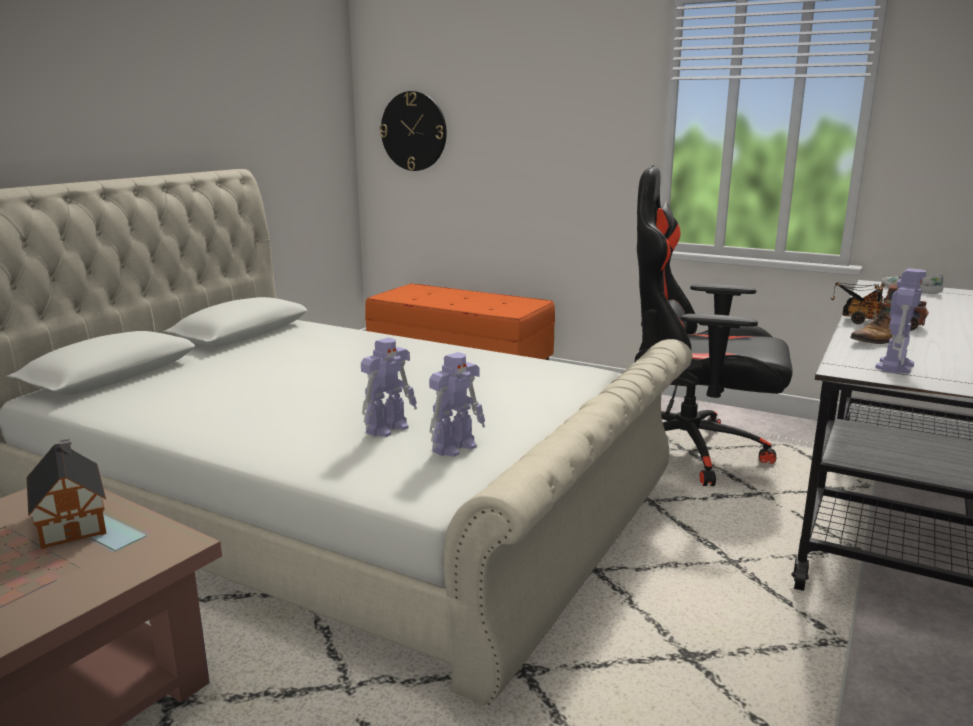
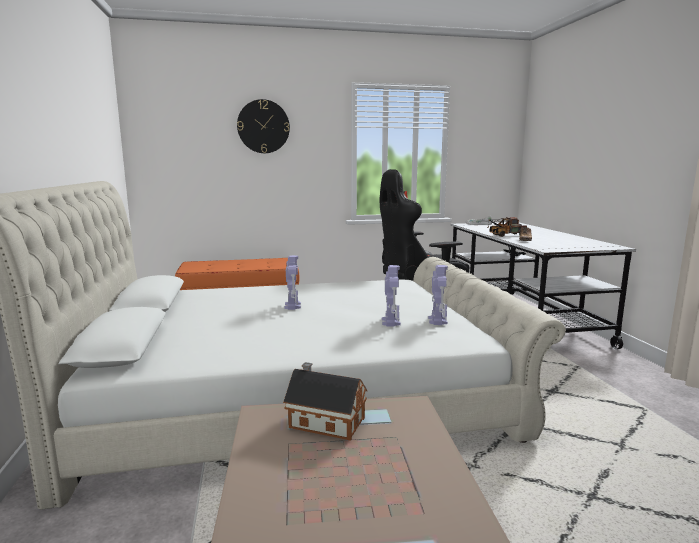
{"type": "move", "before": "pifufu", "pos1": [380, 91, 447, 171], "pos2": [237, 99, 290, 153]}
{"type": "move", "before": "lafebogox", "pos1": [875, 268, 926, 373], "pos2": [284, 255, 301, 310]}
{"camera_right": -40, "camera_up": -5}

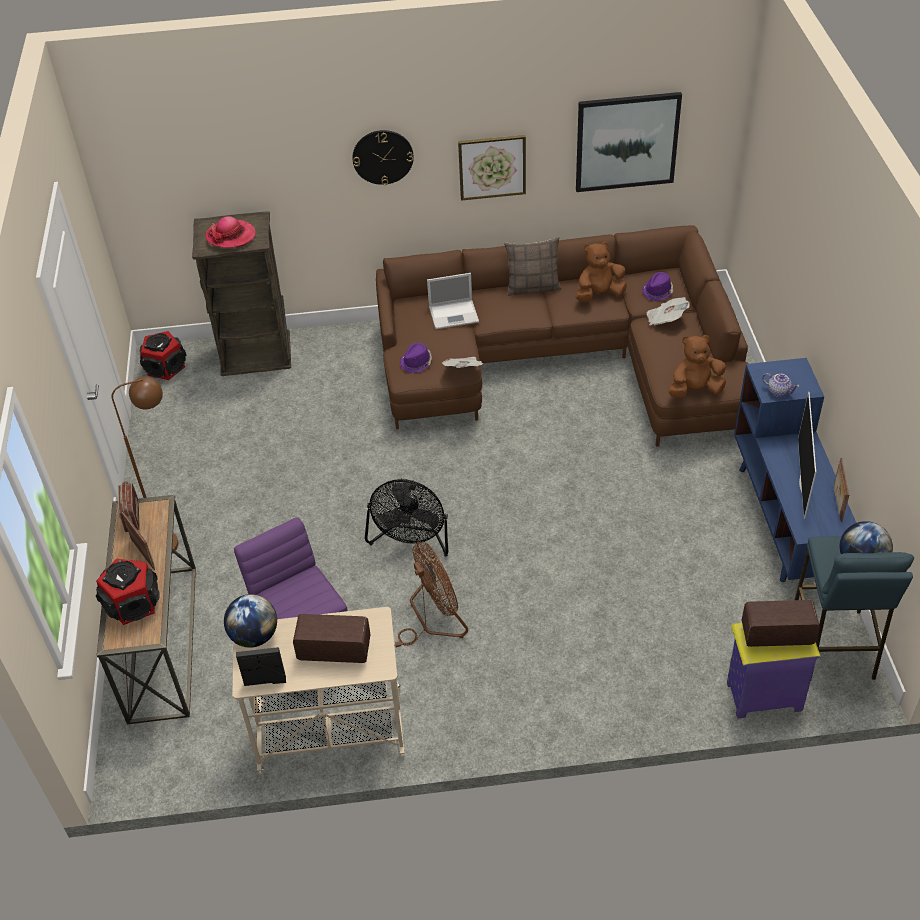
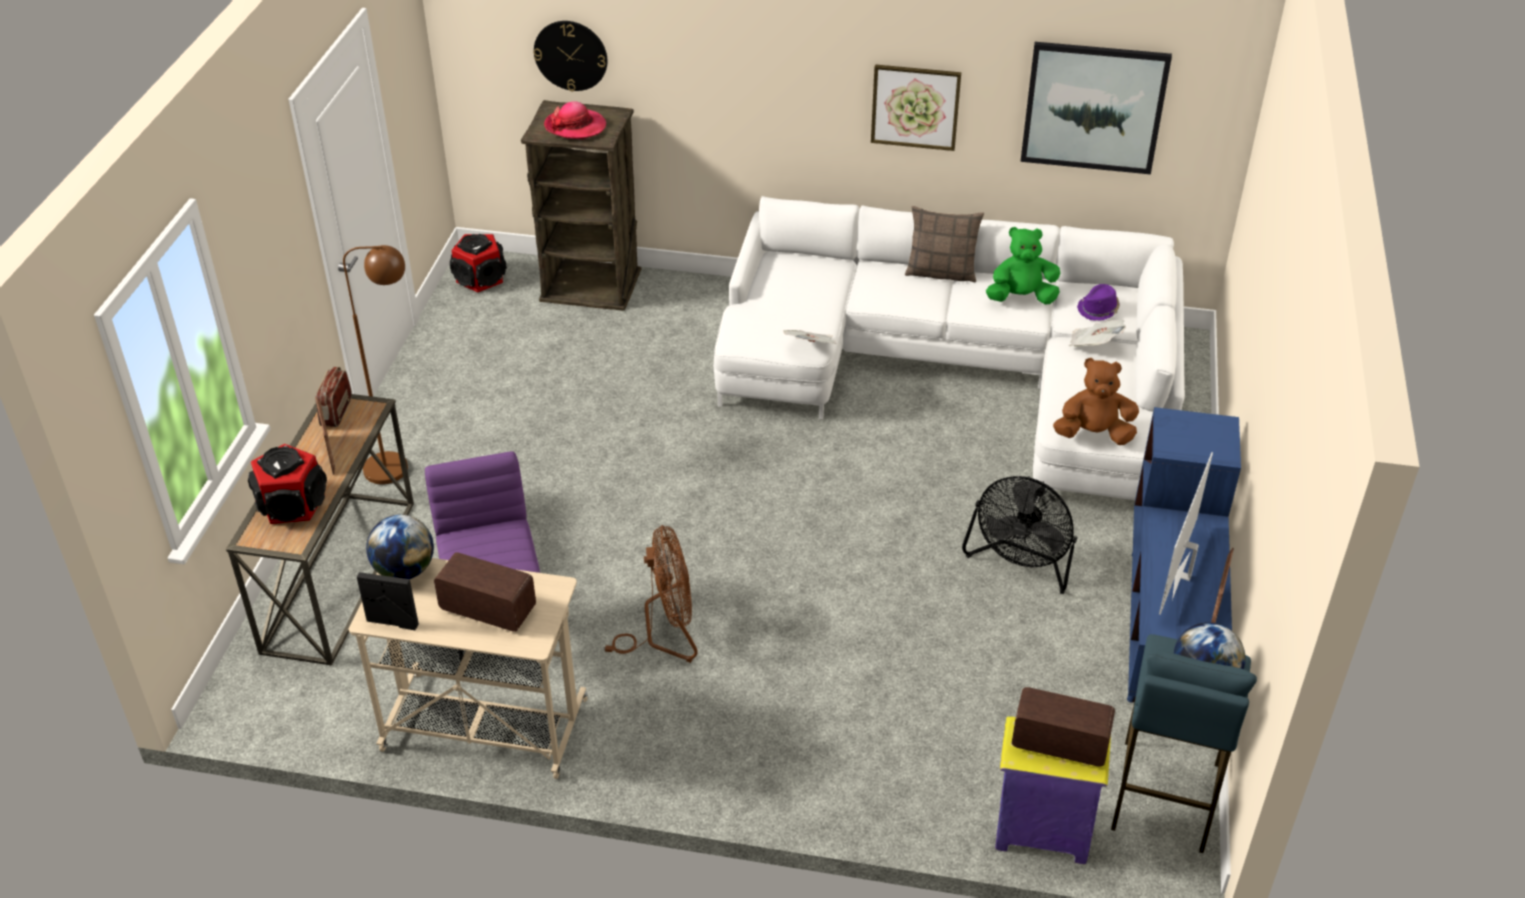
{"type": "move", "before": "pifufu", "pos1": [353, 130, 414, 185], "pos2": [533, 21, 608, 91]}
{"type": "recolor", "before": "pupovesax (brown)", "after": "pupovesax (white)", "pos1": [376, 226, 748, 447], "pos2": [713, 196, 1185, 502]}
{"type": "recolor", "before": "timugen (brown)", "after": "timugen (green)", "pos1": [576, 241, 627, 302], "pos2": [986, 227, 1060, 305]}
{"type": "delete", "before": "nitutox", "pos1": [427, 273, 479, 329]}
{"type": "delete", "before": "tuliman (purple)", "pos1": [400, 343, 432, 373]}
{"type": "delete", "before": "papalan", "pos1": [762, 373, 799, 397]}
{"type": "move", "before": "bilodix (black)", "pos1": [365, 478, 448, 556], "pos2": [962, 476, 1077, 594]}
{"camera_right": 15, "camera_up": -5}

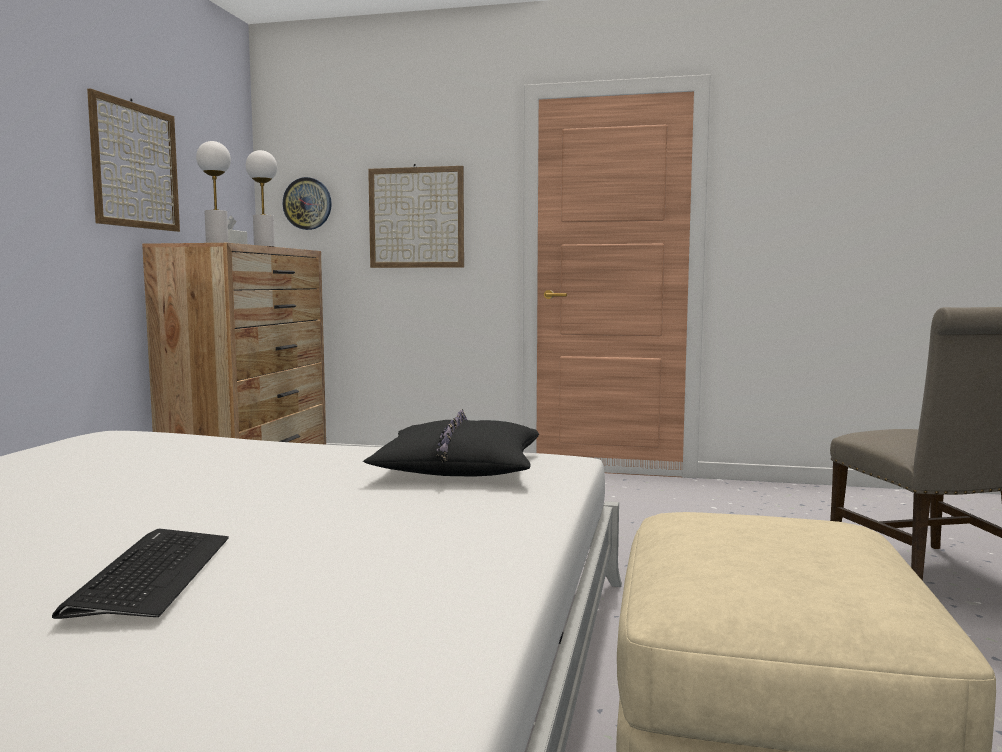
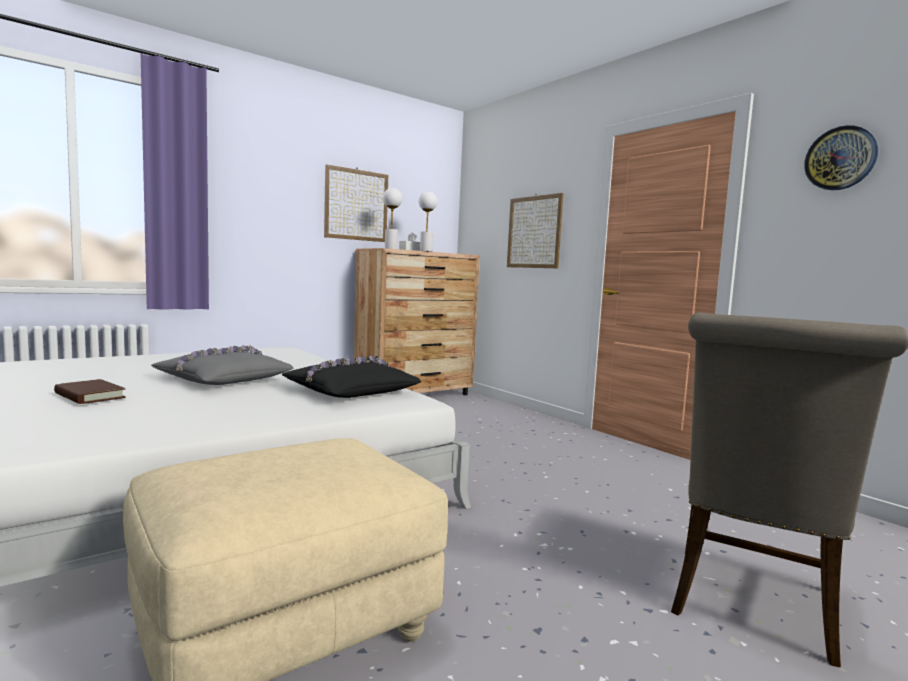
{"type": "move", "before": "pifufu", "pos1": [283, 177, 332, 230], "pos2": [804, 125, 878, 190]}
{"type": "replace", "before": "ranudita", "after": "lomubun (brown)", "pos1": [52, 529, 229, 619], "pos2": [54, 379, 126, 404]}
{"type": "insert", "after": "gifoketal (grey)", "pos2": [151, 345, 293, 385]}
{"camera_right": 40, "camera_up": 0}

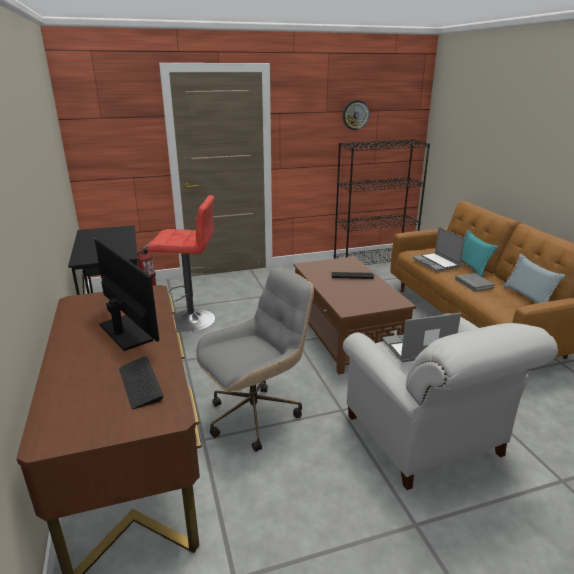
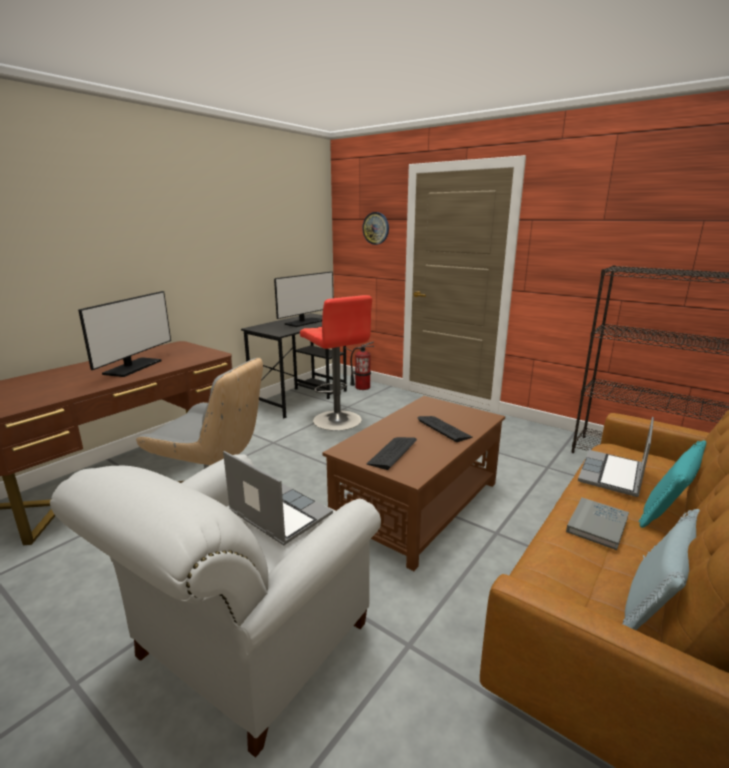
{"type": "move", "before": "pifufu", "pos1": [343, 100, 369, 130], "pos2": [362, 212, 389, 245]}
{"type": "move", "before": "ranudita", "pos1": [119, 356, 164, 409], "pos2": [367, 437, 417, 470]}
{"type": "insert", "after": "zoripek", "pos2": [274, 271, 333, 327]}
{"camera_right": 55, "camera_up": -5}

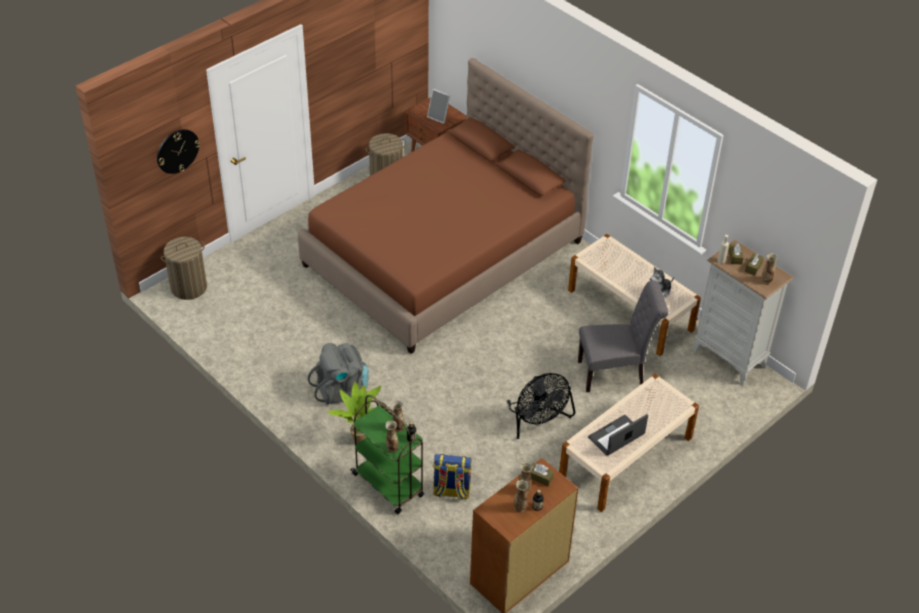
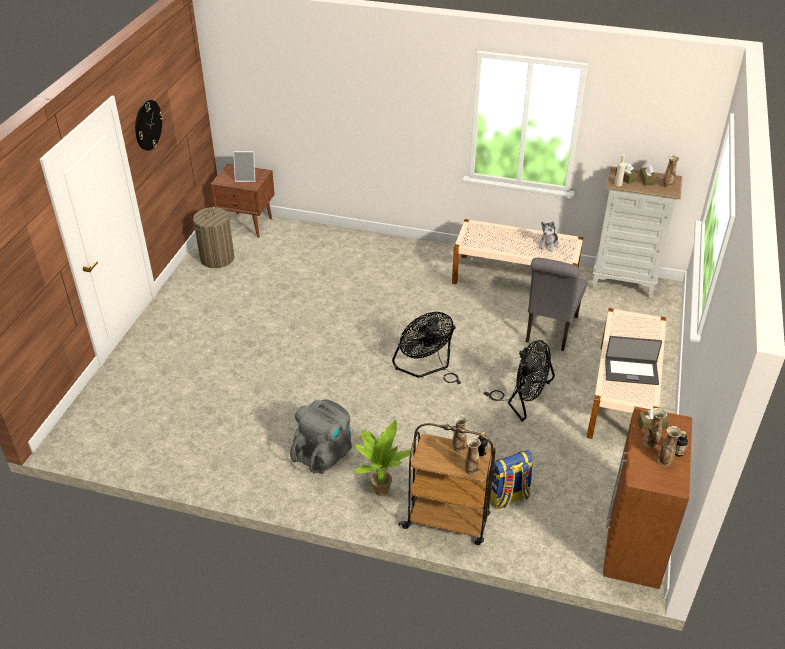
{"type": "delete", "before": "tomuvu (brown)", "pos1": [298, 58, 593, 354]}
{"type": "move", "before": "pifufu", "pos1": [157, 129, 200, 174], "pos2": [135, 100, 163, 151]}
{"type": "delete", "before": "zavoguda", "pos1": [161, 237, 207, 300]}
{"type": "rotate", "before": "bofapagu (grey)", "pos1": [578, 281, 668, 392], "pos2": [526, 258, 587, 351], "turn": 150}
{"type": "recolor", "before": "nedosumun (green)", "after": "nedosumun (brown)", "pos1": [349, 395, 424, 514], "pos2": [398, 423, 496, 545]}
{"type": "rotate", "before": "nitutox", "pos1": [588, 414, 648, 456], "pos2": [605, 336, 662, 385], "turn": -105}
{"type": "insert", "after": "bilodix (black)", "pos2": [392, 312, 461, 384]}
{"camera_right": -30, "camera_up": -5}

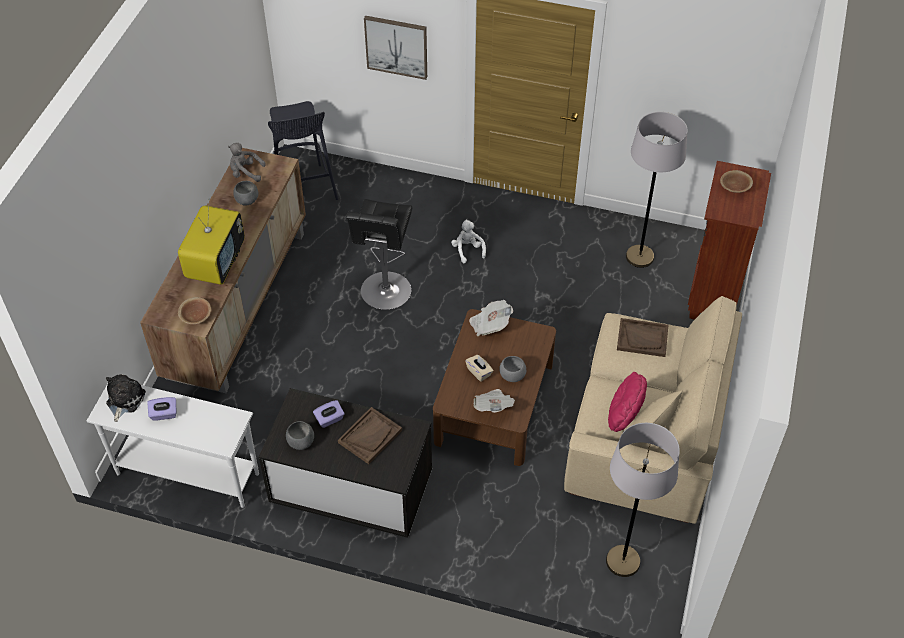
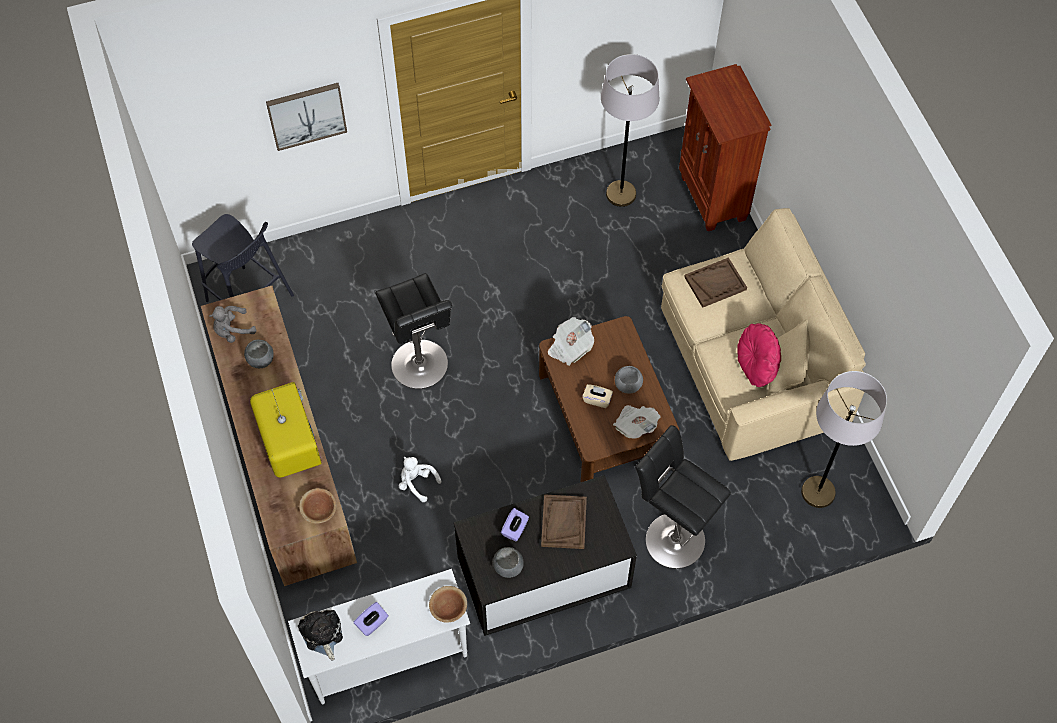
{"type": "move", "before": "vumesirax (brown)", "pos1": [720, 170, 753, 193], "pos2": [429, 586, 467, 623]}
{"type": "move", "before": "timugen (white)", "pos1": [451, 219, 486, 263], "pos2": [399, 457, 441, 502]}
{"type": "insert", "after": "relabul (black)", "pos2": [635, 425, 731, 568]}
{"camera_right": -35, "camera_up": 10}

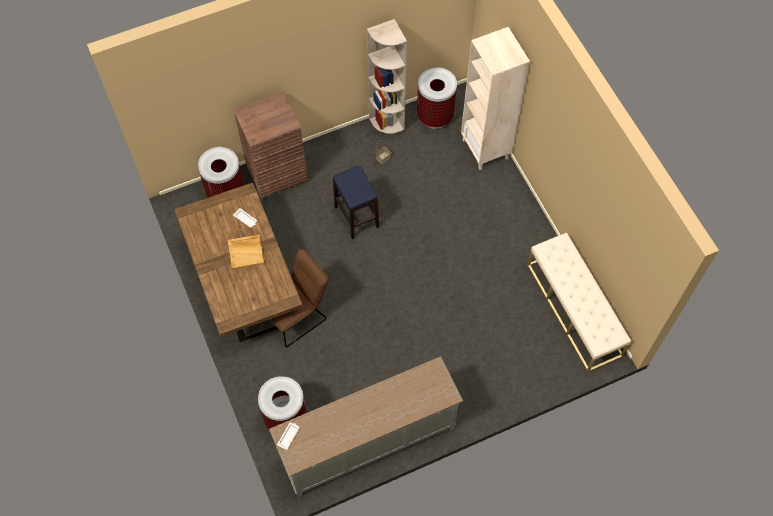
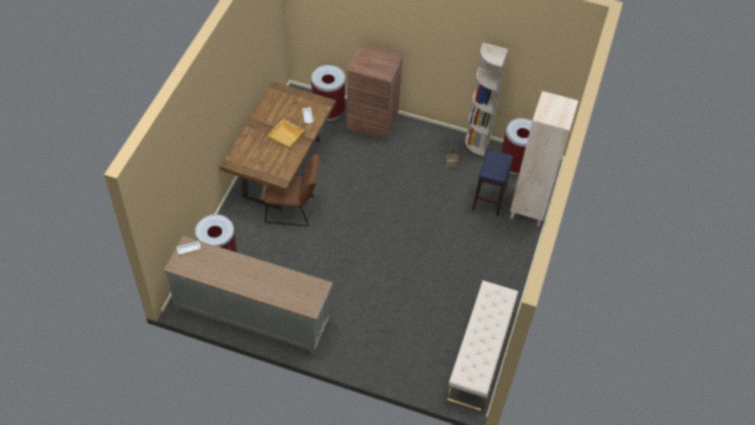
{"type": "move", "before": "relabul", "pos1": [333, 166, 379, 239], "pos2": [472, 149, 513, 216]}
{"camera_right": 40, "camera_up": -10}

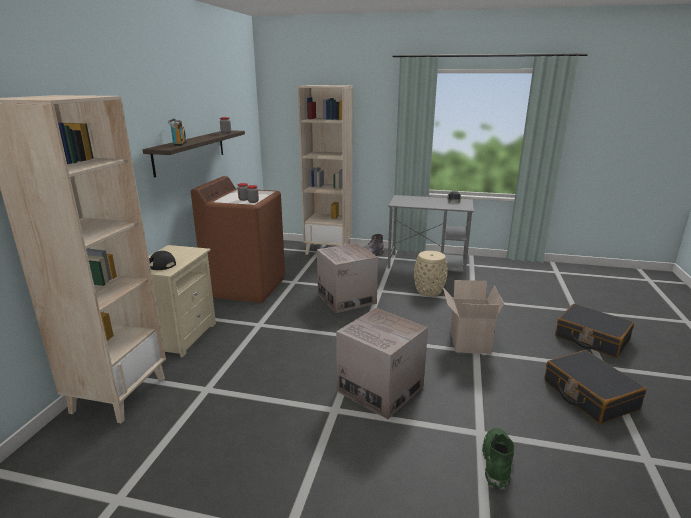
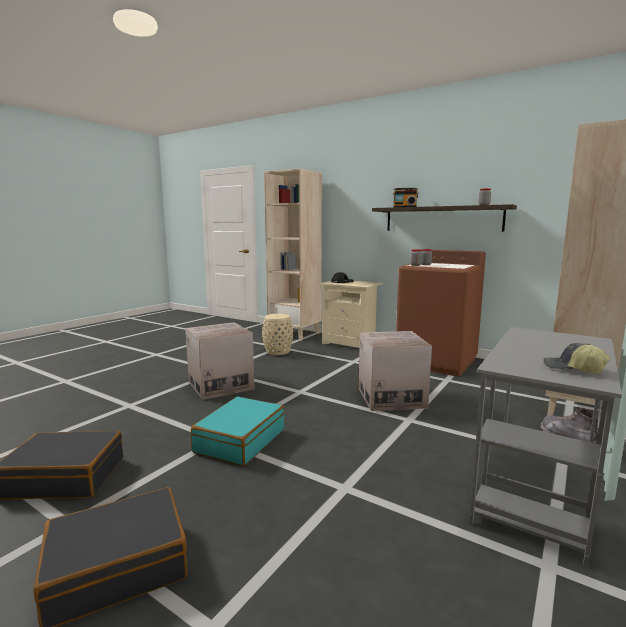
{"type": "move", "before": "relabul (beige)", "pos1": [414, 251, 448, 296], "pos2": [262, 314, 293, 355]}
{"type": "replace", "before": "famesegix", "after": "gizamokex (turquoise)", "pos1": [443, 280, 504, 354], "pos2": [191, 397, 284, 466]}
{"type": "delete", "before": "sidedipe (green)", "pos1": [482, 428, 514, 489]}
{"camera_right": 110, "camera_up": -10}

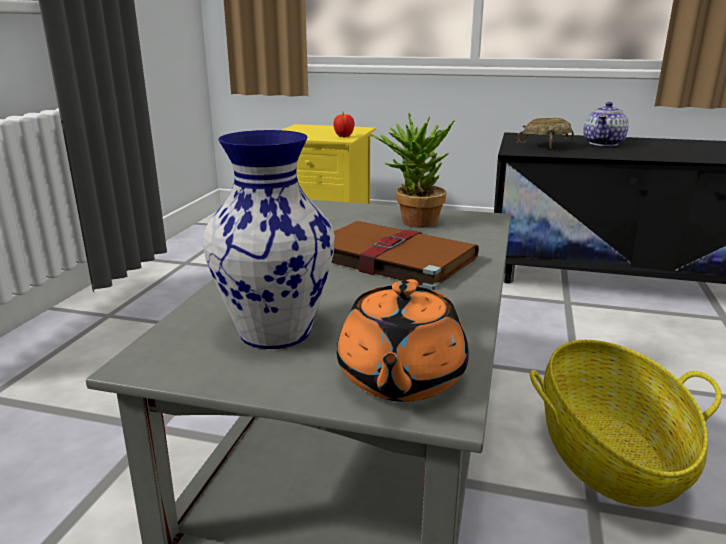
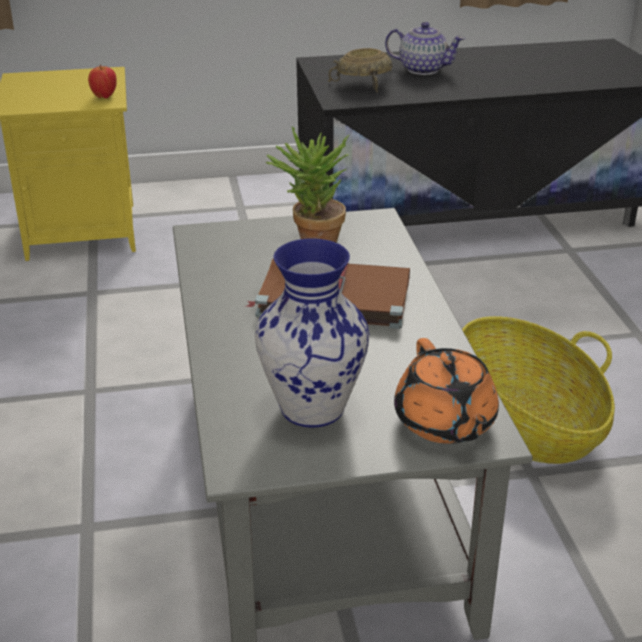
{"type": "rotate", "before": "papalan", "pos1": [583, 102, 629, 146], "pos2": [385, 22, 465, 75], "turn": -75}
{"camera_right": -25, "camera_up": 10}

